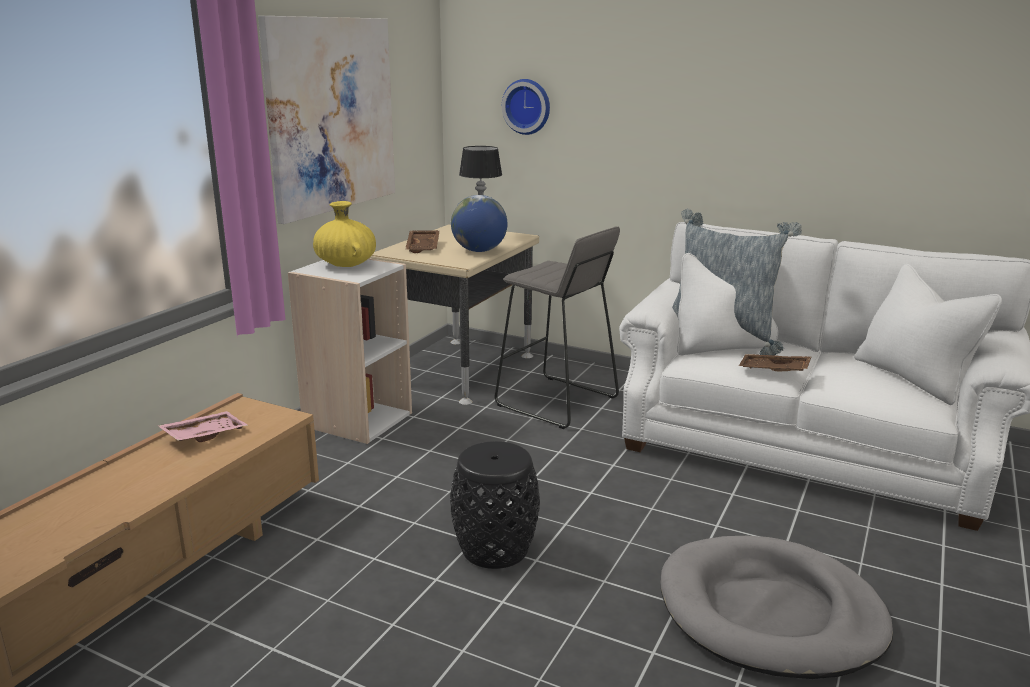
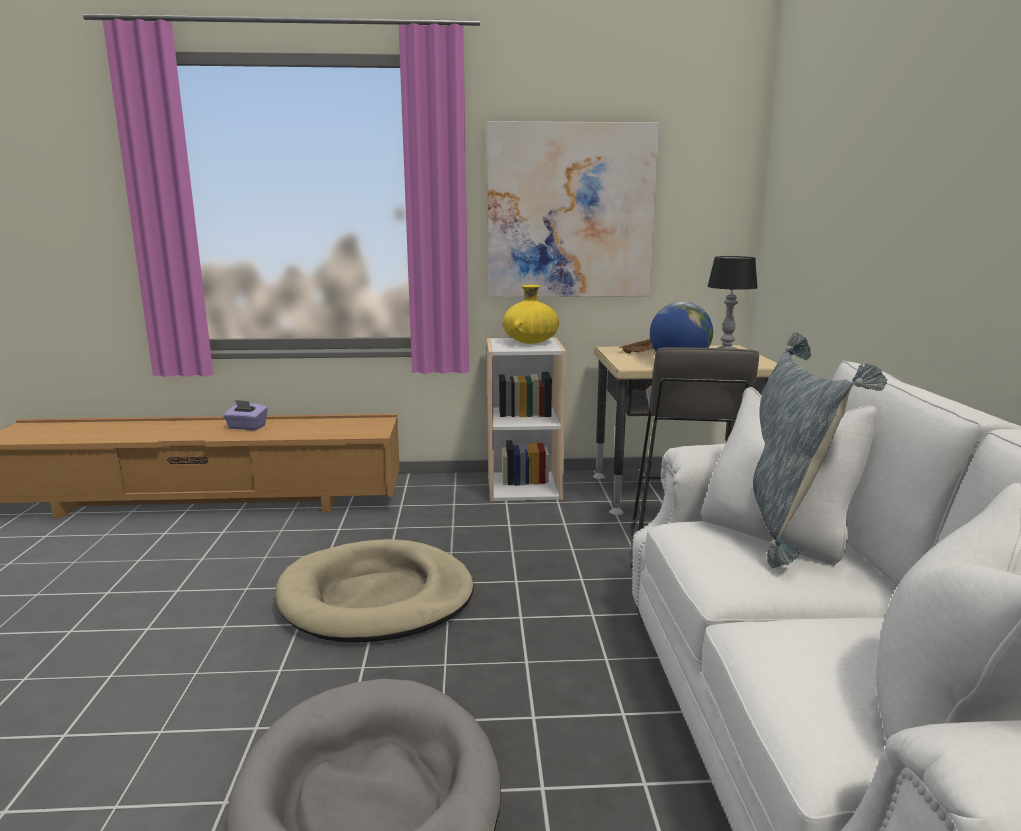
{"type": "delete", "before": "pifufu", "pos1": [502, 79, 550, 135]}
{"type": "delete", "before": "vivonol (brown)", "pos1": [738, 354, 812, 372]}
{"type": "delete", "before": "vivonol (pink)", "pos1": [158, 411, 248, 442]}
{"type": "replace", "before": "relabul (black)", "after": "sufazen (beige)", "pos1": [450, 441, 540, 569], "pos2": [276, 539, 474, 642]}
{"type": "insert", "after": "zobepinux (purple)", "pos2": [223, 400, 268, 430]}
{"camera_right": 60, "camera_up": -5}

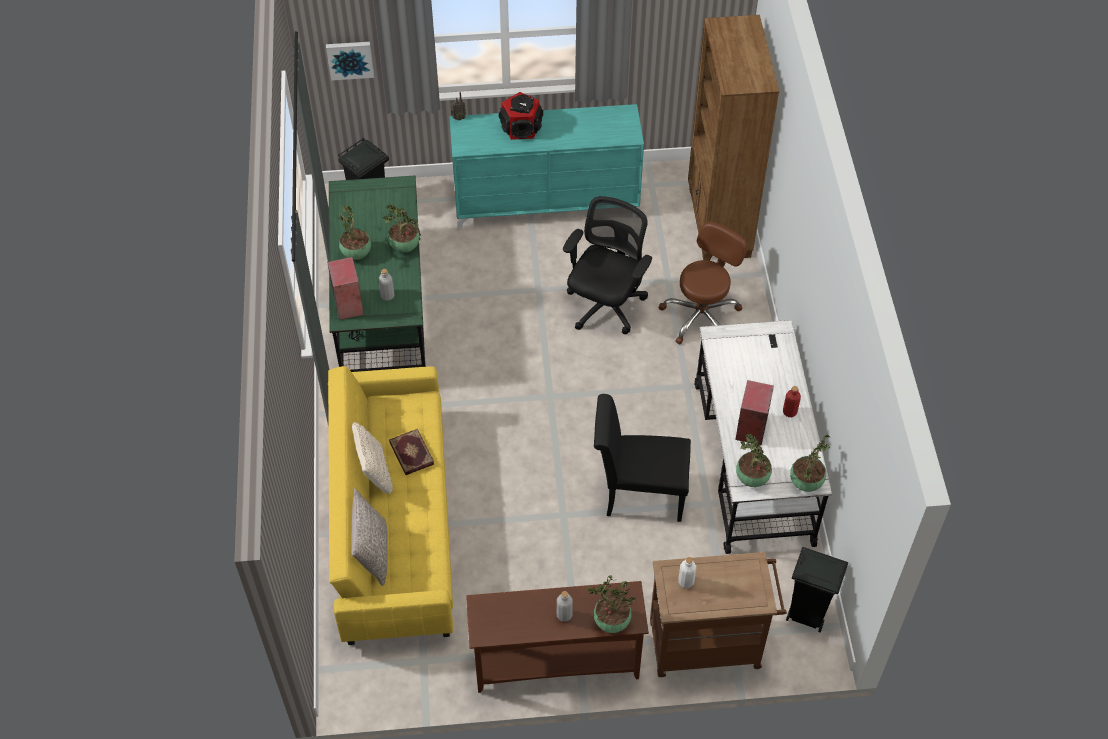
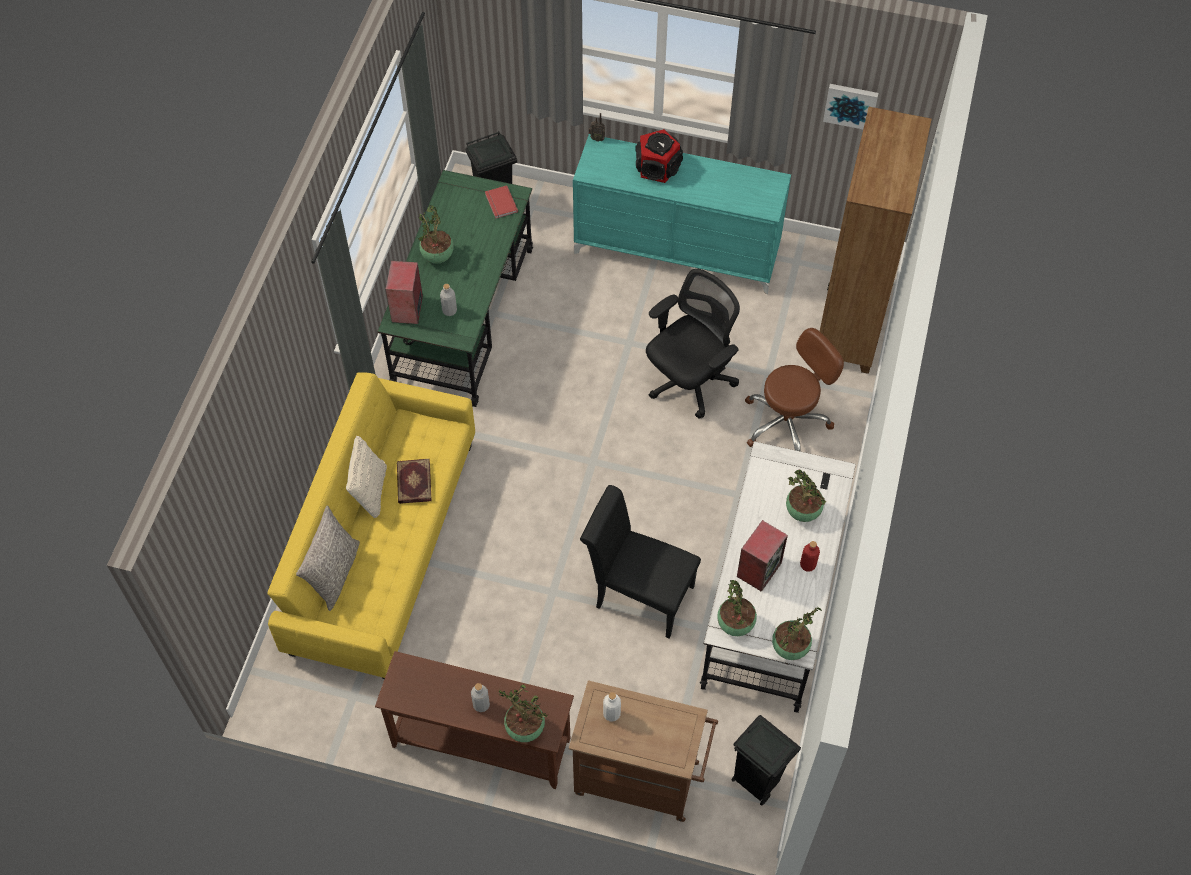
{"type": "move", "before": "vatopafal", "pos1": [326, 42, 374, 81], "pos2": [823, 84, 879, 129]}
{"type": "move", "before": "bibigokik", "pos1": [383, 204, 420, 253], "pos2": [786, 470, 826, 522]}
{"type": "insert", "after": "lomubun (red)", "pos2": [485, 185, 518, 219]}
{"camera_right": 20, "camera_up": 5}

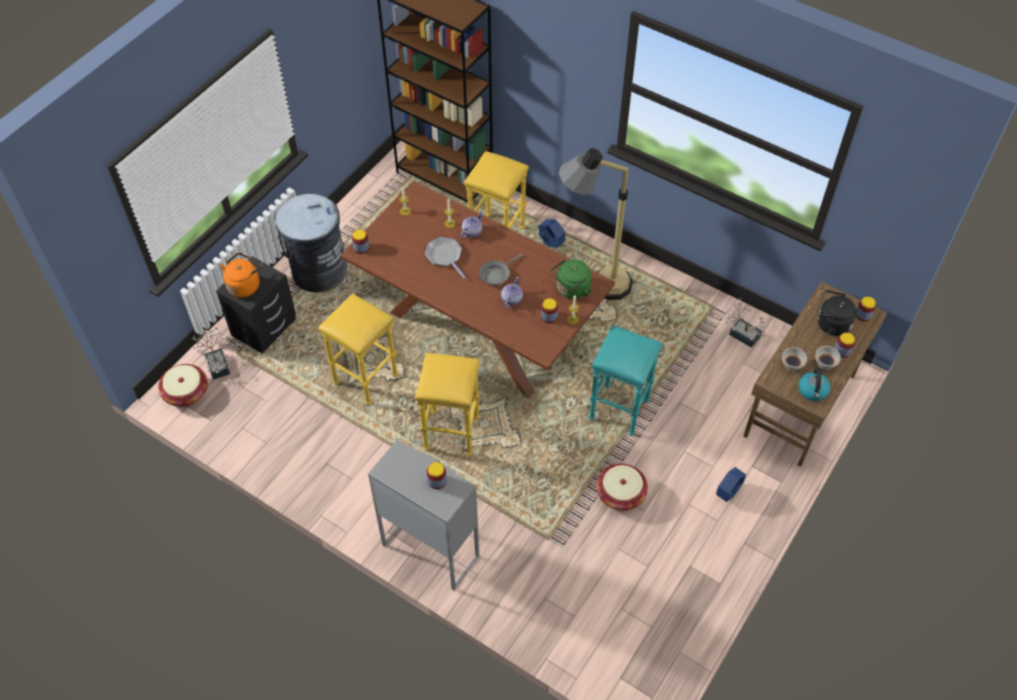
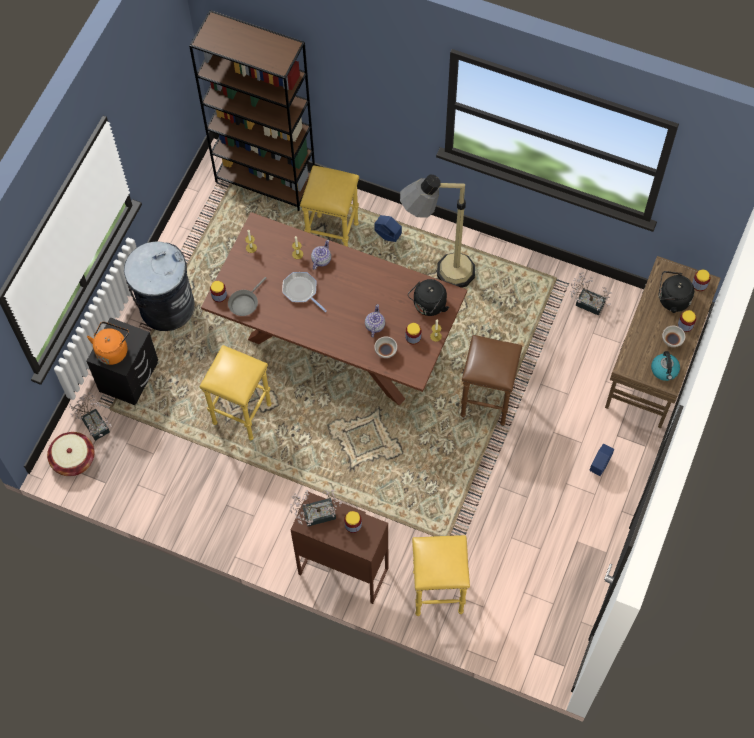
{"type": "move", "before": "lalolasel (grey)", "pos1": [479, 254, 523, 286], "pos2": [228, 277, 266, 316]}
{"type": "recolor", "before": "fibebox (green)", "after": "fibebox (black)", "pos1": [550, 259, 592, 299], "pos2": [408, 279, 449, 316]}
{"type": "recolor", "before": "relabul (turquoise)", "after": "relabul (brown)", "pos1": [589, 325, 663, 436], "pos2": [461, 335, 522, 426]}
{"type": "move", "before": "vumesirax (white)", "pos1": [782, 347, 807, 371], "pos2": [374, 336, 397, 358]}
{"type": "move", "before": "relabul (yellow)", "pos1": [415, 353, 480, 456], "pos2": [412, 535, 470, 616]}
{"type": "recolor", "before": "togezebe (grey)", "after": "togezebe (brown)", "pos1": [368, 439, 479, 590], "pos2": [291, 492, 388, 604]}
{"type": "delete", "before": "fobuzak", "pos1": [596, 463, 648, 511]}
{"type": "insert", "after": "bibigokik", "pos2": [290, 490, 342, 526]}
{"camera_right": -10, "camera_up": 10}

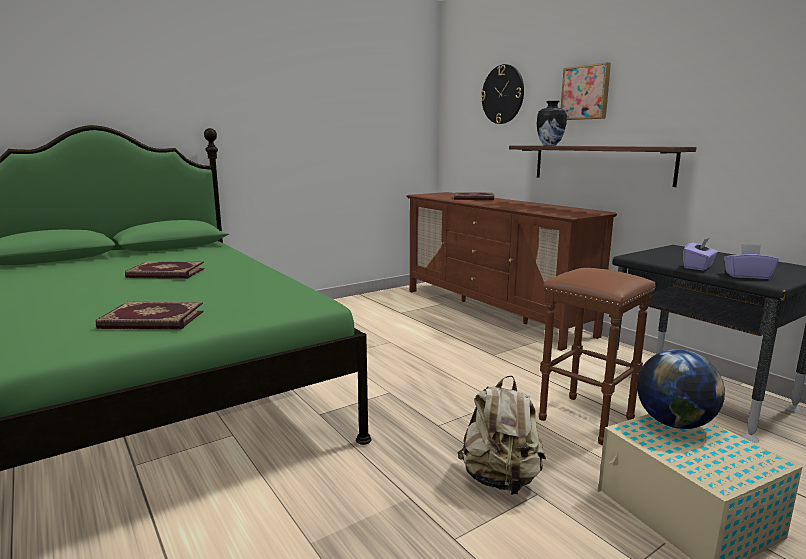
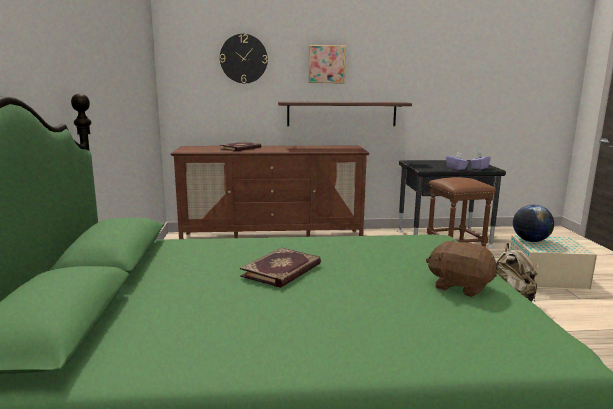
{"type": "delete", "before": "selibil", "pos1": [537, 101, 567, 146]}
{"type": "replace", "before": "lomubun", "after": "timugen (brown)", "pos1": [96, 302, 204, 329], "pos2": [426, 240, 497, 297]}
{"camera_right": -60, "camera_up": 0}

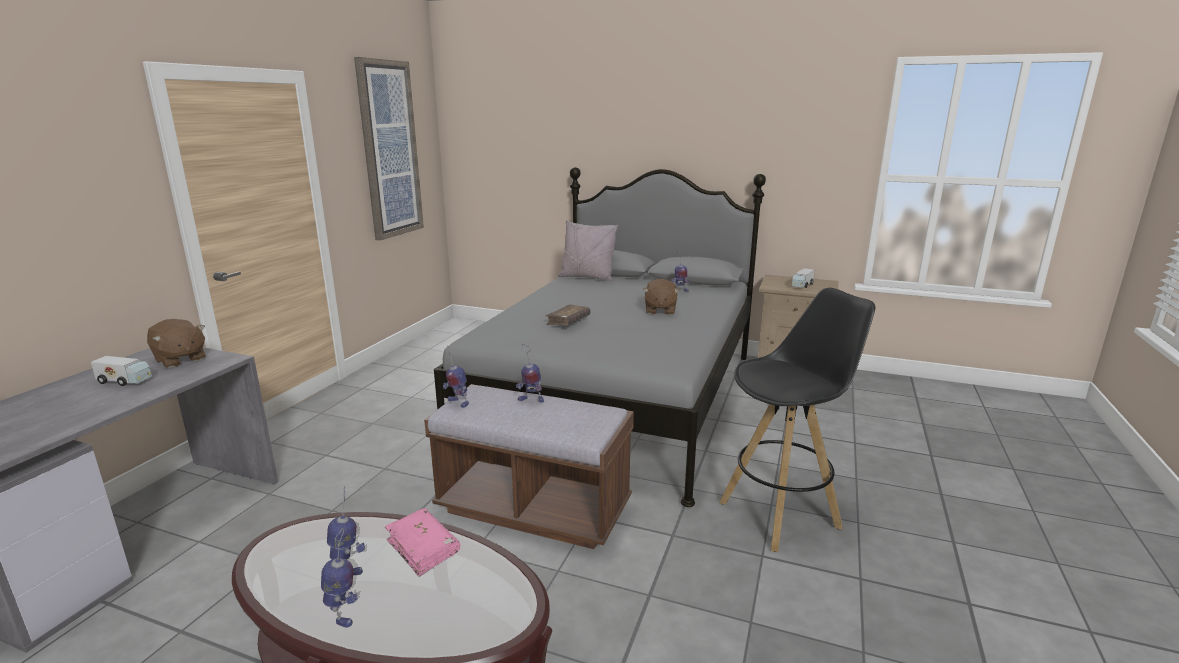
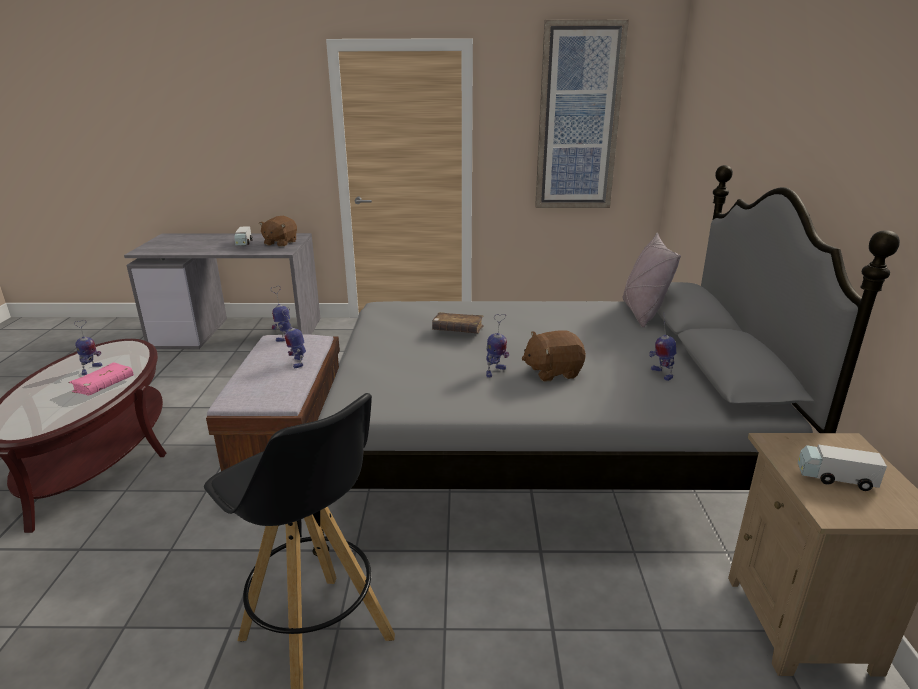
{"type": "move", "before": "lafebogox", "pos1": [321, 528, 358, 628], "pos2": [486, 314, 509, 378]}
{"camera_right": 70, "camera_up": 5}

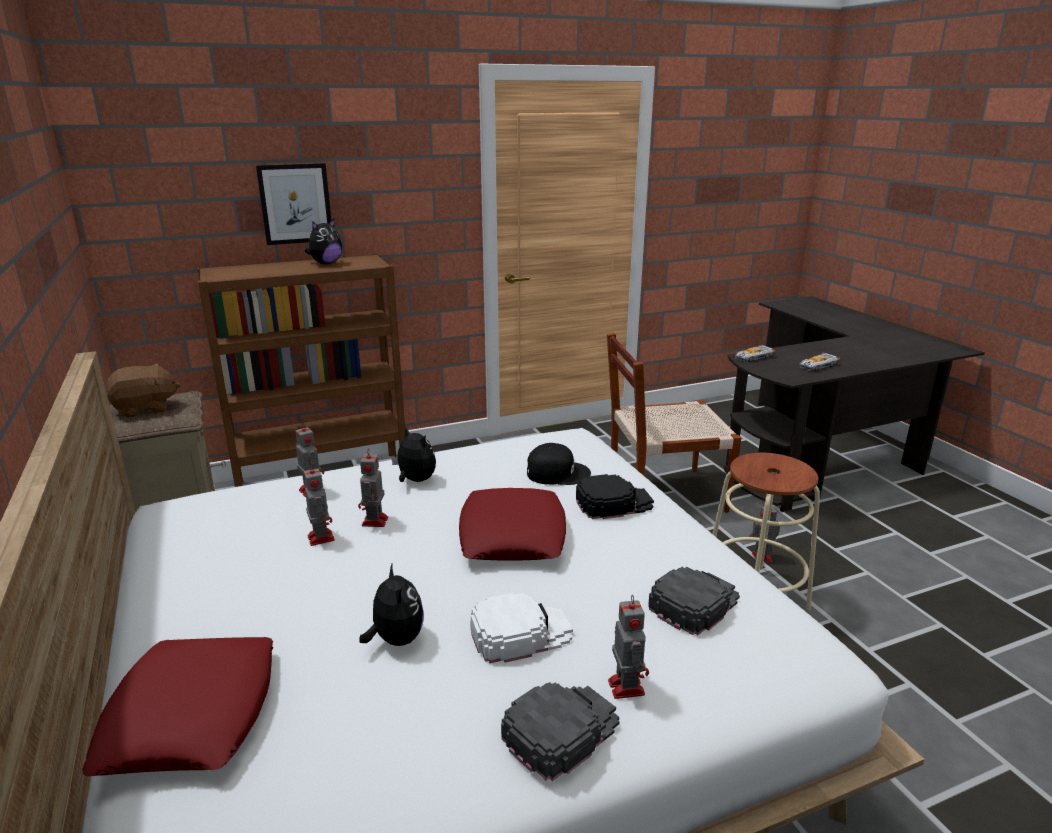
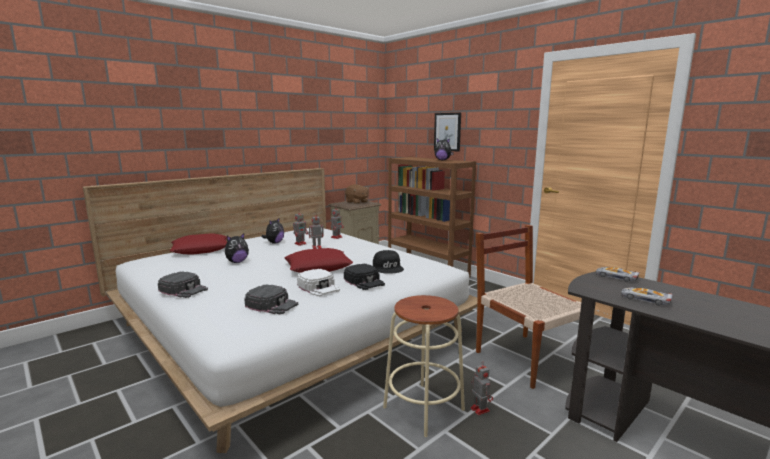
{"type": "move", "before": "timugen", "pos1": [391, 427, 436, 482], "pos2": [261, 218, 284, 244]}
{"type": "move", "before": "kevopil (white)", "pos1": [470, 593, 573, 663], "pos2": [297, 269, 340, 297]}
{"type": "delete", "before": "lafebogox", "pos1": [608, 595, 649, 699]}
{"camera_right": 70, "camera_up": -10}

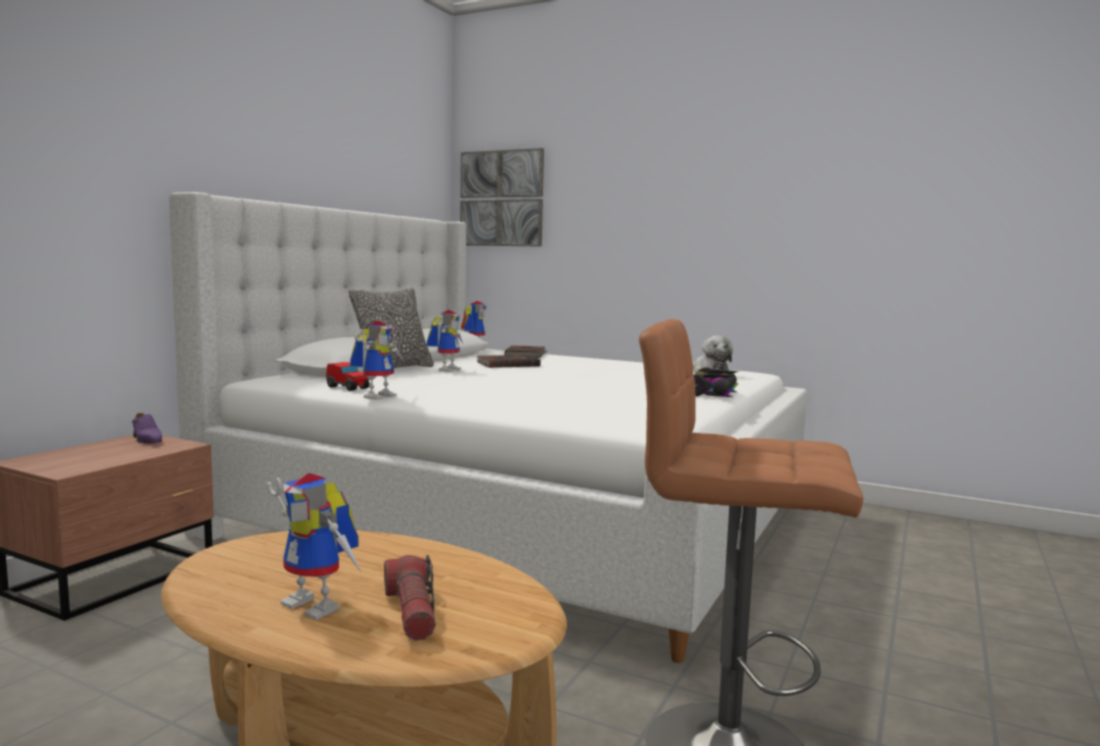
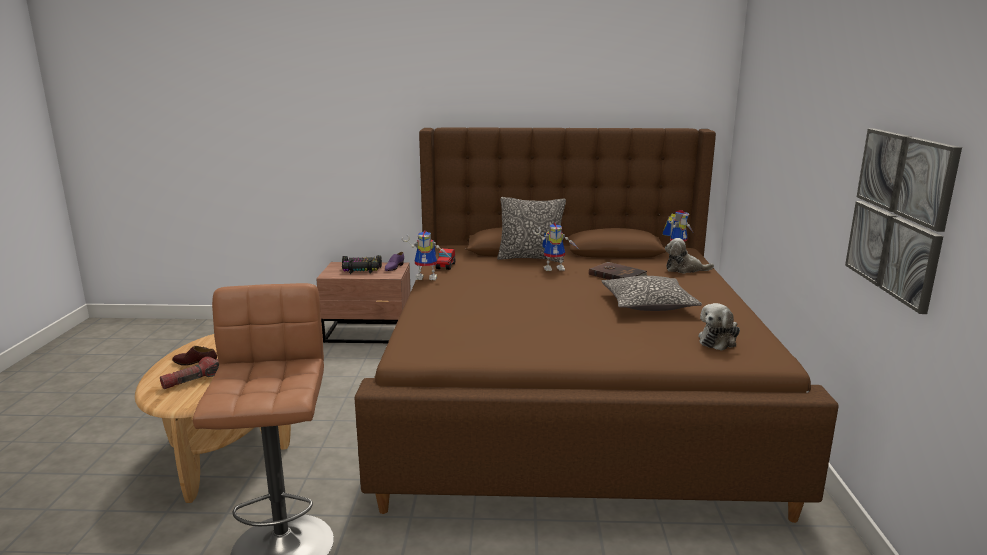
{"type": "move", "before": "vatopafal", "pos1": [460, 148, 544, 247], "pos2": [845, 128, 962, 314]}
{"type": "recolor", "before": "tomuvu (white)", "after": "tomuvu (brown)", "pos1": [169, 192, 807, 663], "pos2": [355, 127, 839, 523]}
{"type": "replace", "before": "lomubun (brown)", "after": "timugen", "pos1": [504, 345, 547, 358], "pos2": [665, 238, 714, 273]}
{"type": "move", "before": "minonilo", "pos1": [693, 367, 739, 397], "pos2": [342, 255, 382, 274]}
{"type": "replace", "before": "lafebogox", "after": "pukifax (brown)", "pos1": [267, 473, 362, 620], "pos2": [172, 346, 217, 366]}
{"type": "insert", "after": "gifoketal", "pos2": [602, 276, 702, 311]}
{"camera_right": 65, "camera_up": 10}

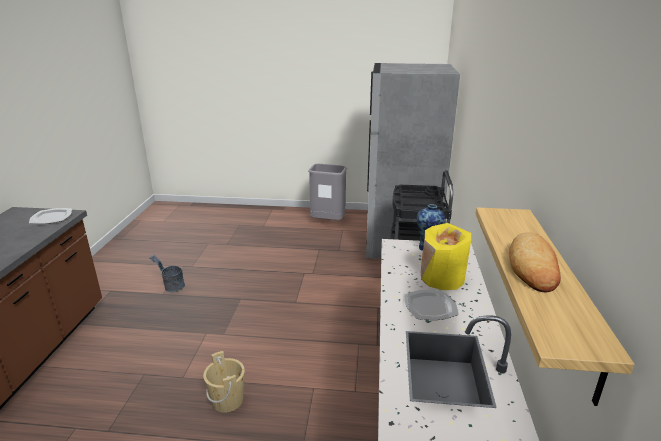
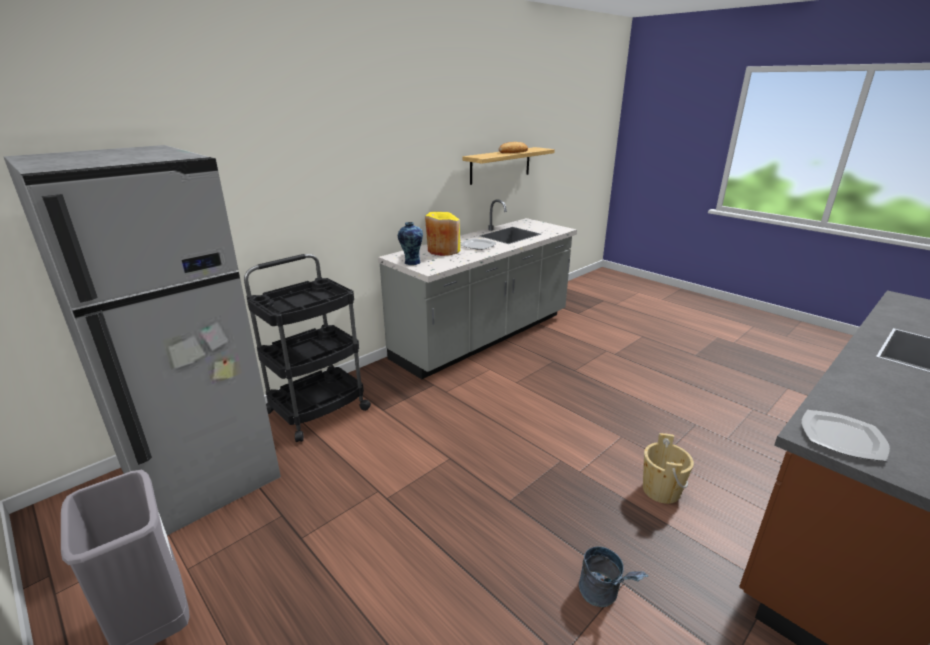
{"type": "move", "before": "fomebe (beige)", "pos1": [203, 351, 245, 413], "pos2": [643, 433, 694, 504]}
{"camera_right": -140, "camera_up": 0}

